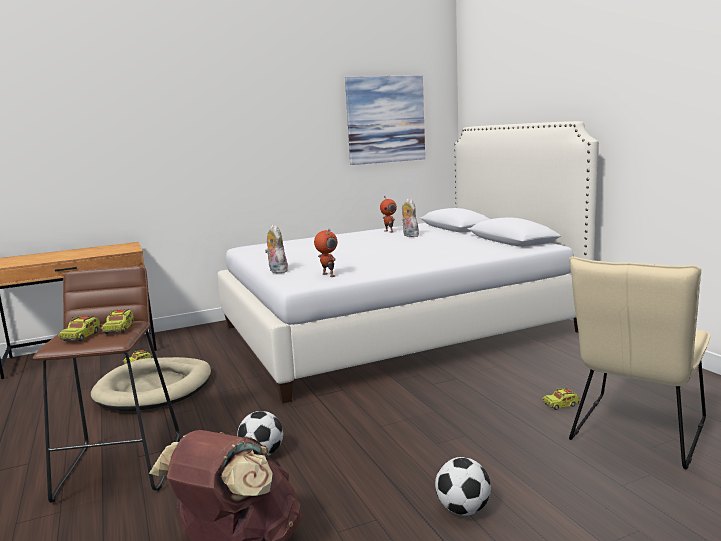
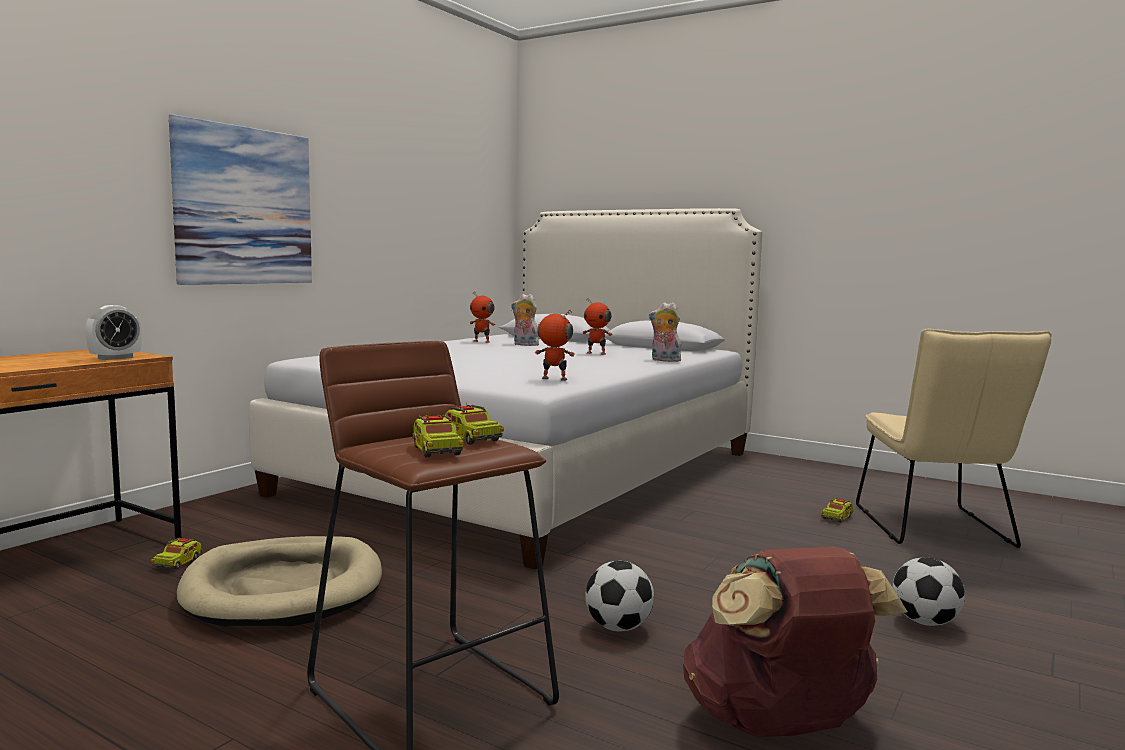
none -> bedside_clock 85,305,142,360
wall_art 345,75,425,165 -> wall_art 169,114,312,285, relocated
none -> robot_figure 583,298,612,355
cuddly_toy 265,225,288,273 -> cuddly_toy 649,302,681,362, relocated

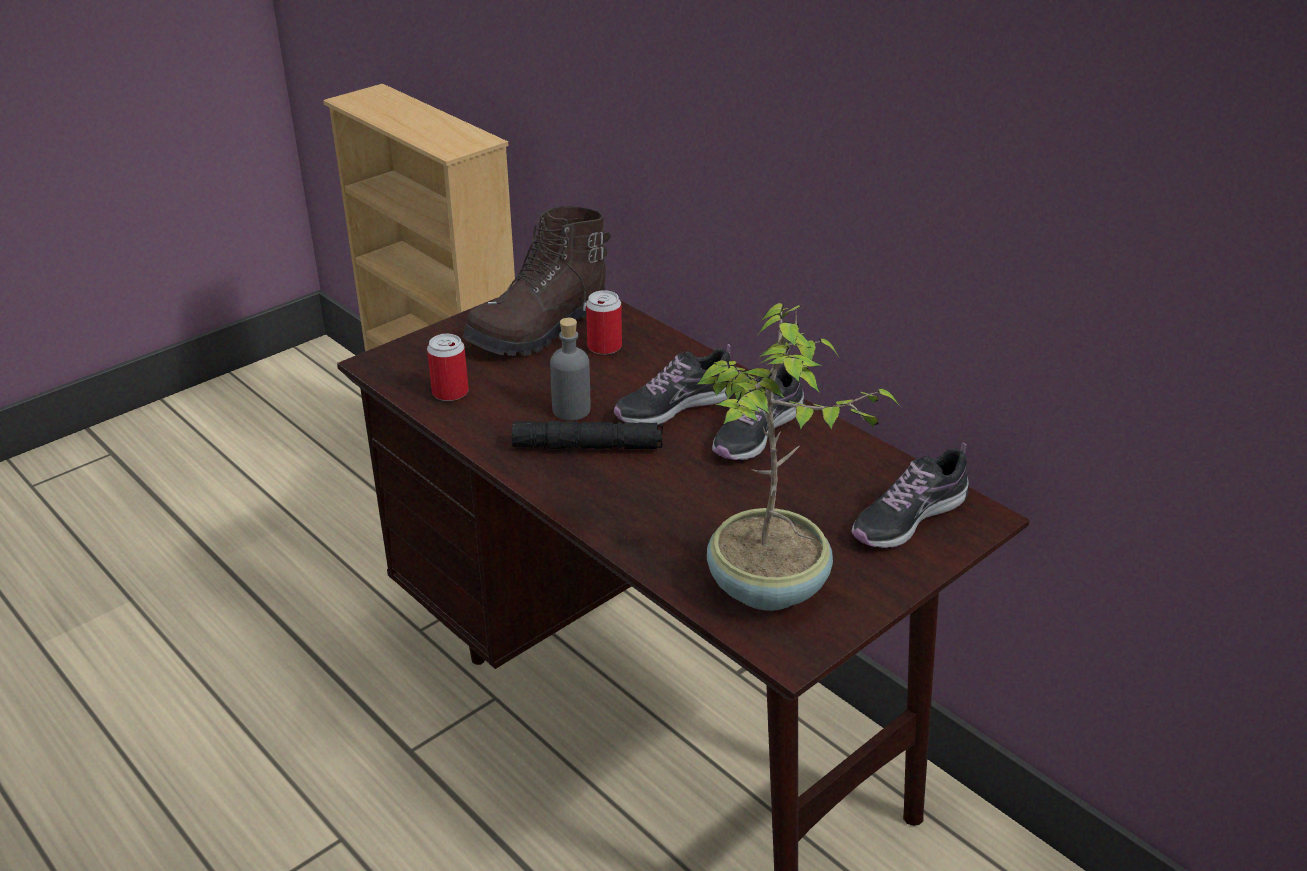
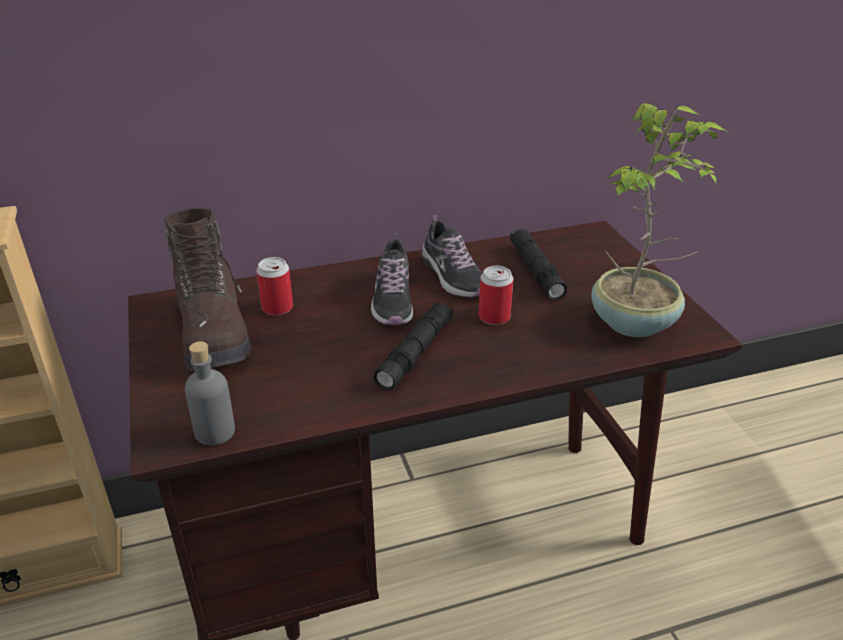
gray_drink_bottle 550,318,590,421 -> gray_drink_bottle 185,341,235,445, relocated
sealed_can 427,334,469,401 -> sealed_can 479,266,514,325, relocated
none -> blackish_hand_torch 510,229,567,300
low_shoe 851,442,969,548 -> none

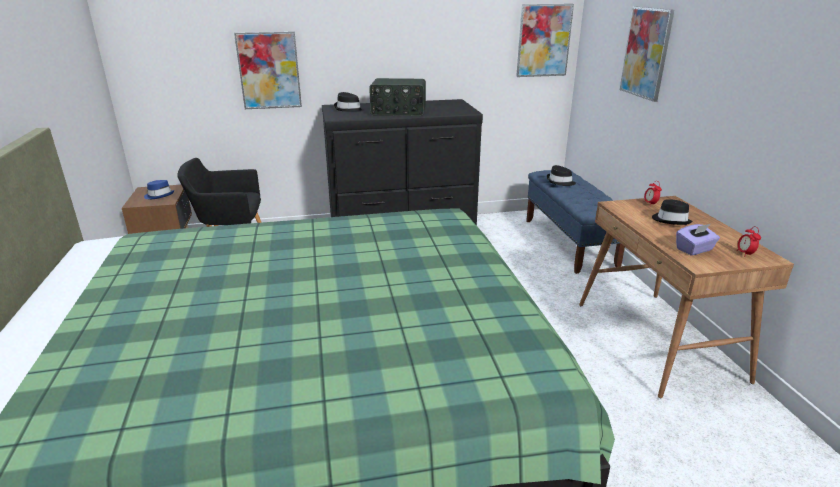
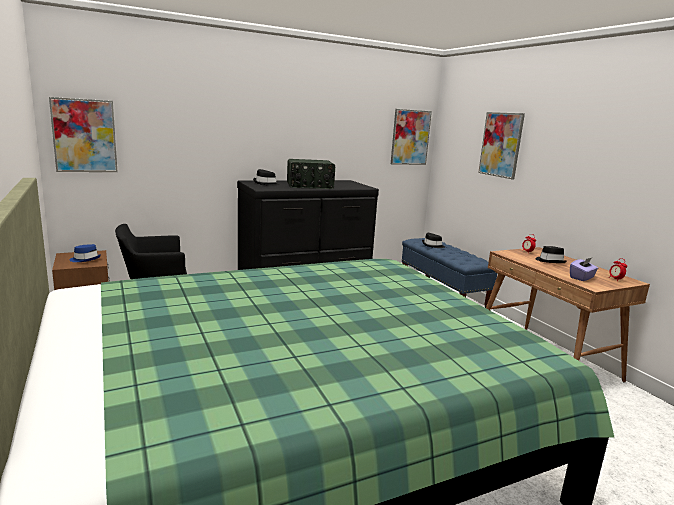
wall_art 234,31,302,109 -> wall_art 49,97,118,172, relocated

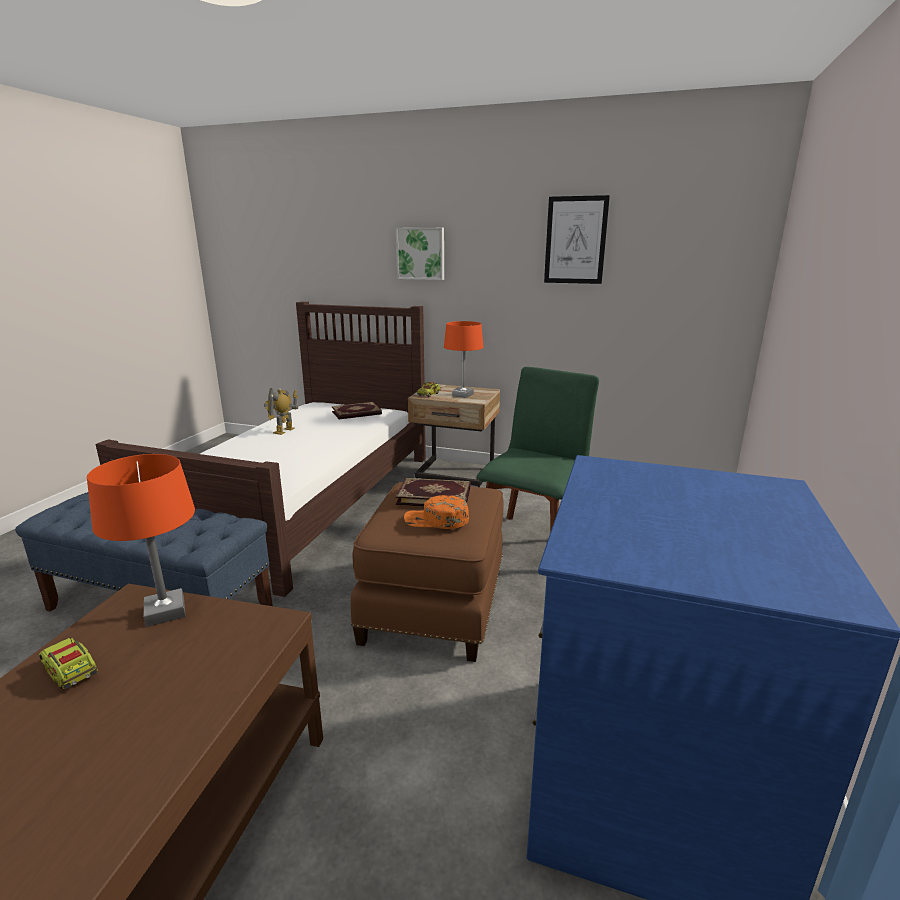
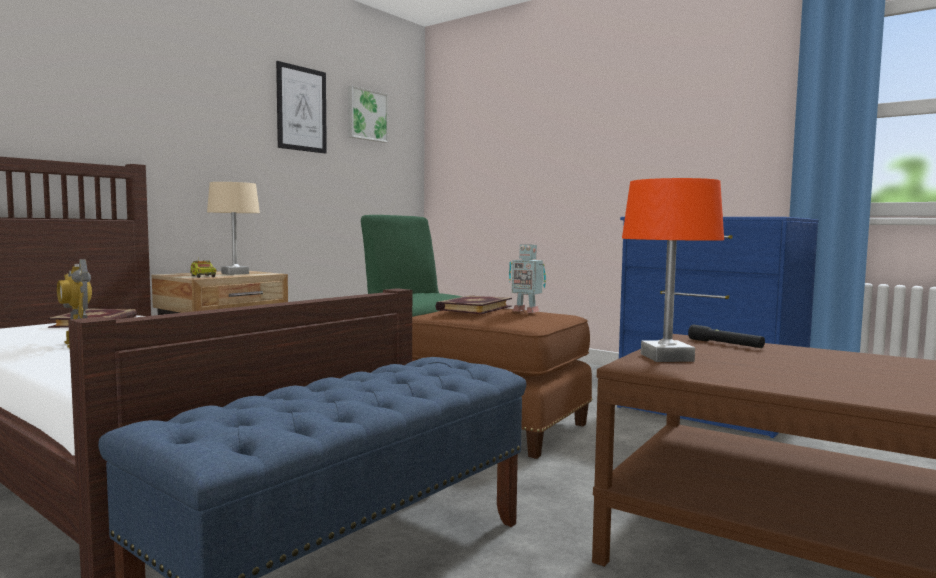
orangey_lamp_for_a_table 444,321,483,398 -> beige_lamp_for_a_table 207,182,260,275
wall_art 396,227,444,280 -> wall_art 348,86,388,143, relocated
orangey_peaked_cap 404,495,469,529 -> robot_figure 509,244,546,313
none -> blackish_hand_torch 688,324,765,348
toy_truck 39,637,98,690 -> none

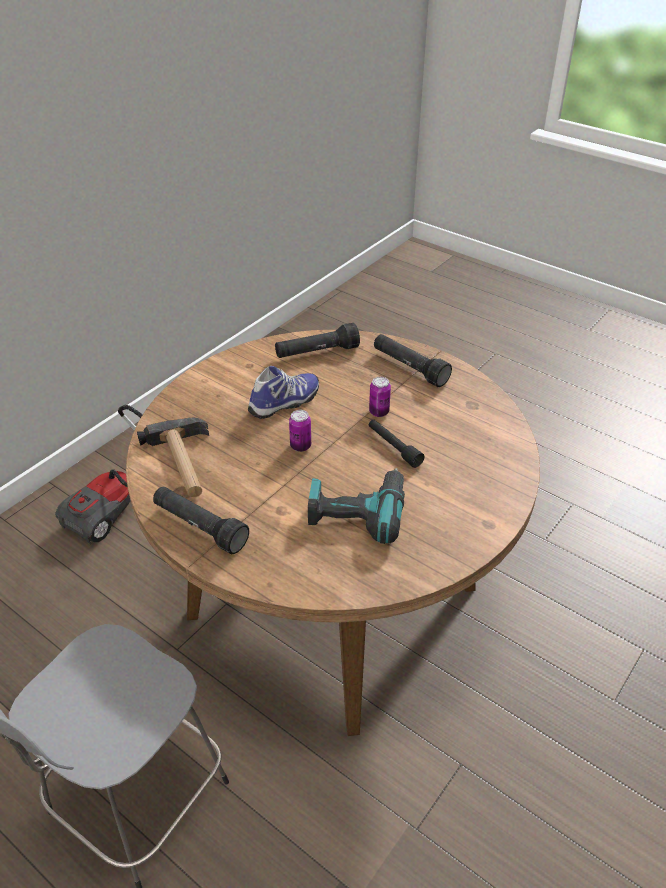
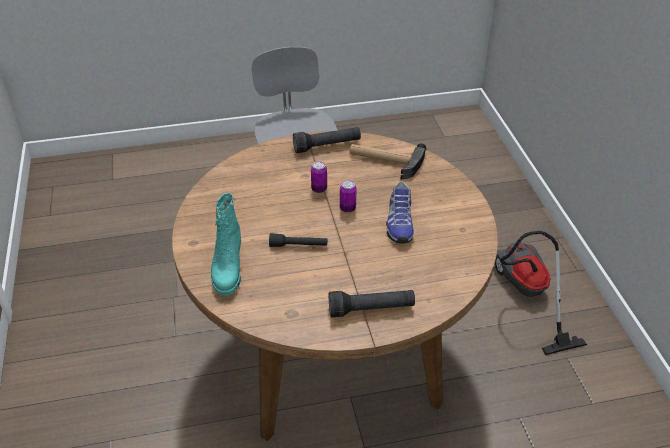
none -> turquoise-coloured_boot 211,193,241,296
sealed_can 369,377,391,417 -> sealed_can 311,161,327,193, relocated
blackish_hand_torch 275,323,360,358 -> none
drill 308,468,405,544 -> none

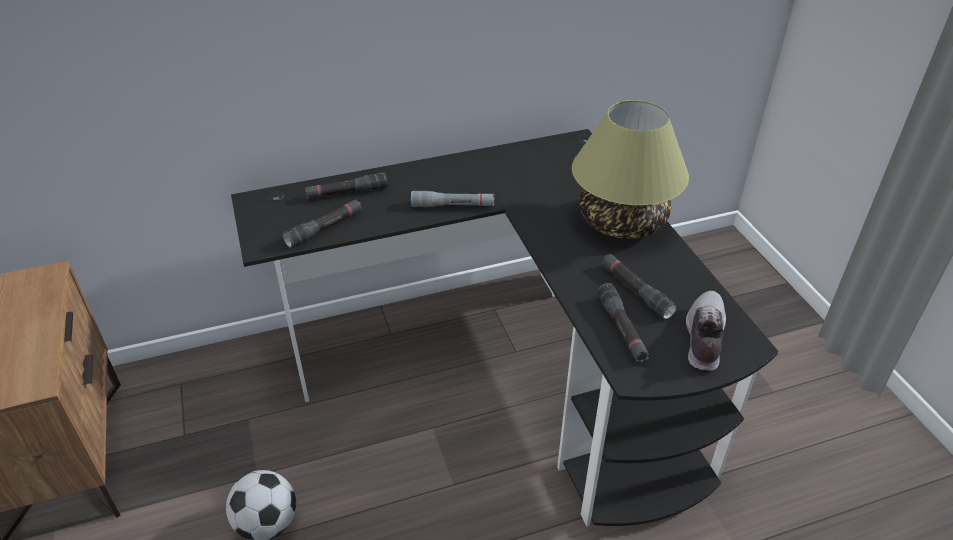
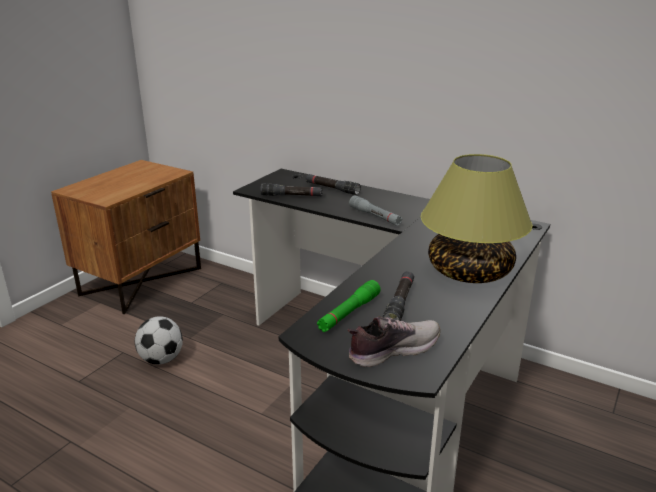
blackish_hand_torch 597,283,650,363 -> green_hand_torch 317,280,381,332

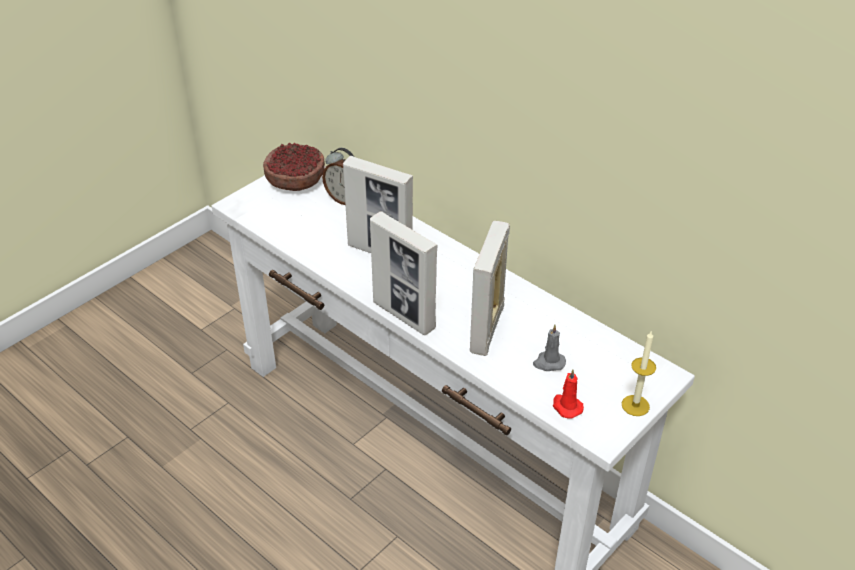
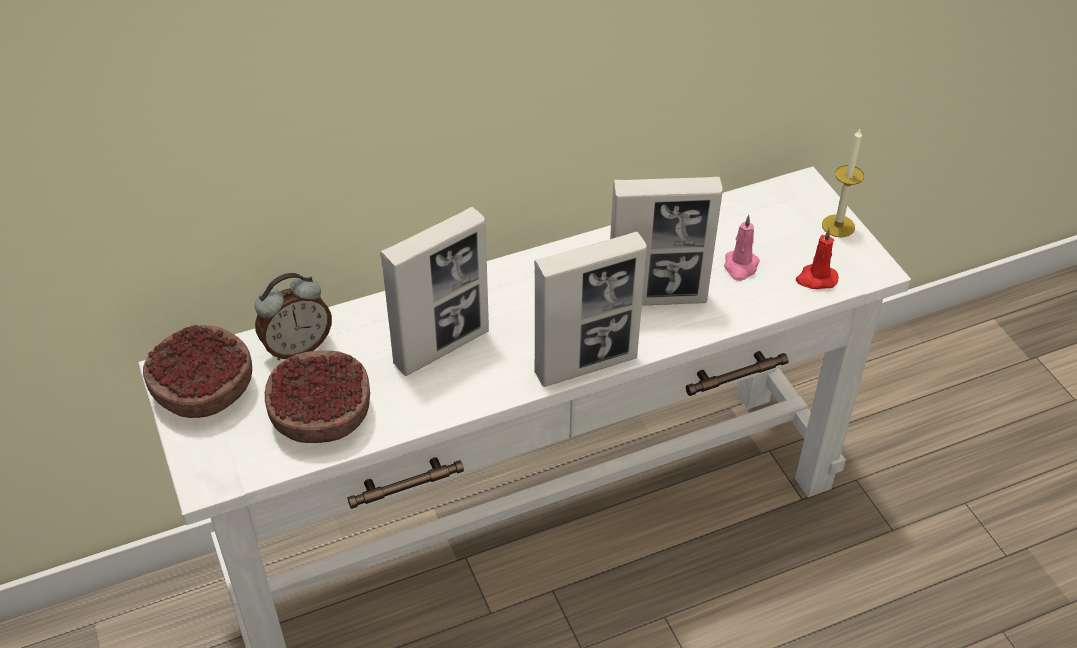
none -> deep_dish 265,350,370,443
picture_frame 470,221,510,356 -> picture_frame 610,177,723,306, 45 degrees counterclockwise
gray_candle 533,325,566,371 -> pinkish_candle 724,215,760,281

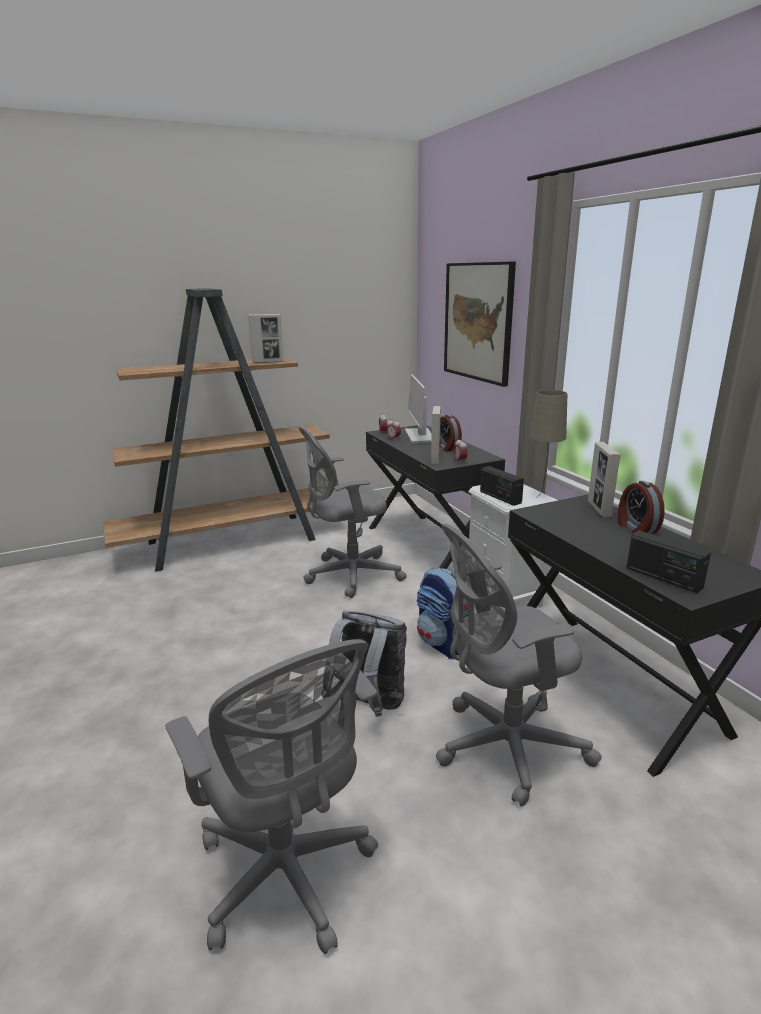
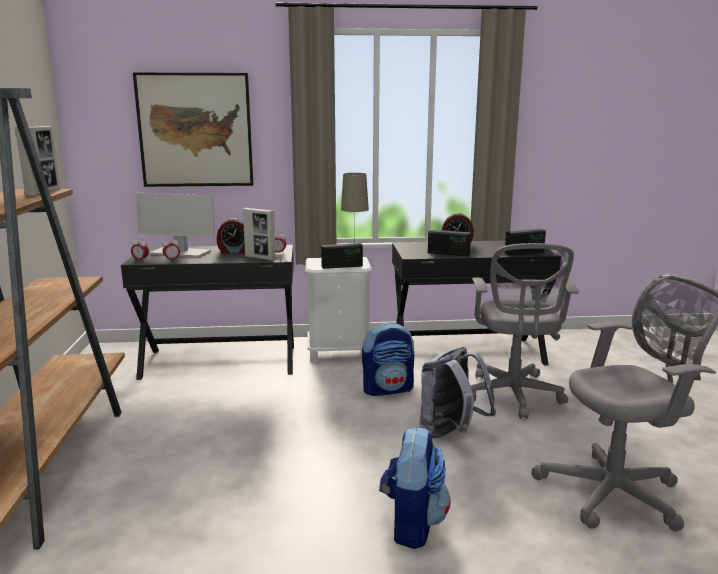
none -> rucksack 379,427,451,549
none -> radio_set 428,230,471,256
gray_computer_chair 299,426,407,598 -> none
picture_frame 588,442,621,517 -> none

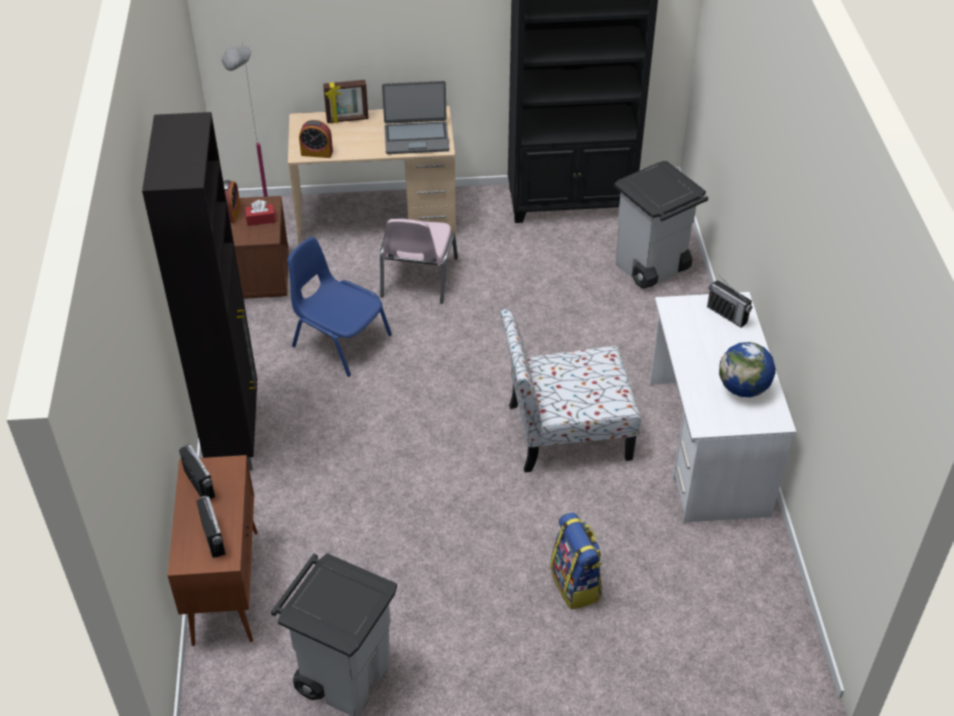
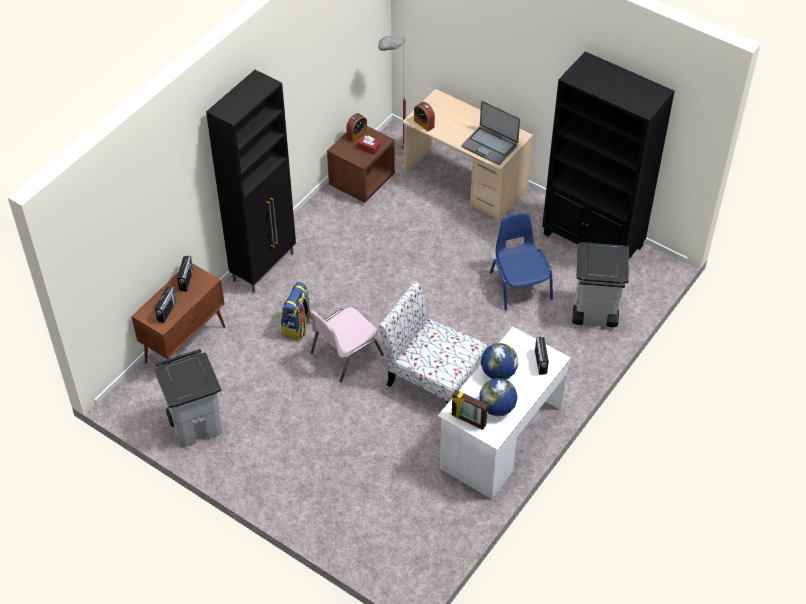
rucksack 551,512,602,610 -> rucksack 281,282,312,341, relocated
pinkish_chair 380,218,458,304 -> pinkish_chair 311,307,384,382, relocated
picture_frame 323,80,369,123 -> picture_frame 452,390,488,430, relocated
none -> desk_globe 481,343,518,379
blue_chair 287,237,392,377 -> blue_chair 490,213,553,311, relocated

